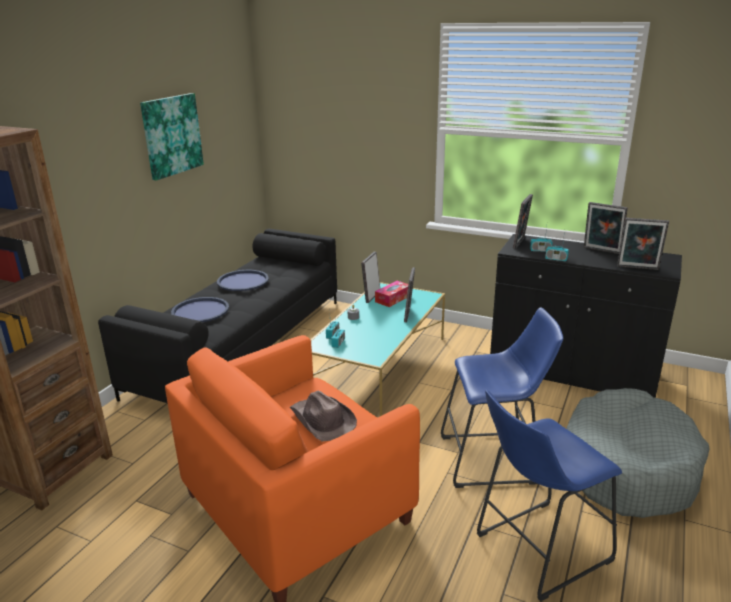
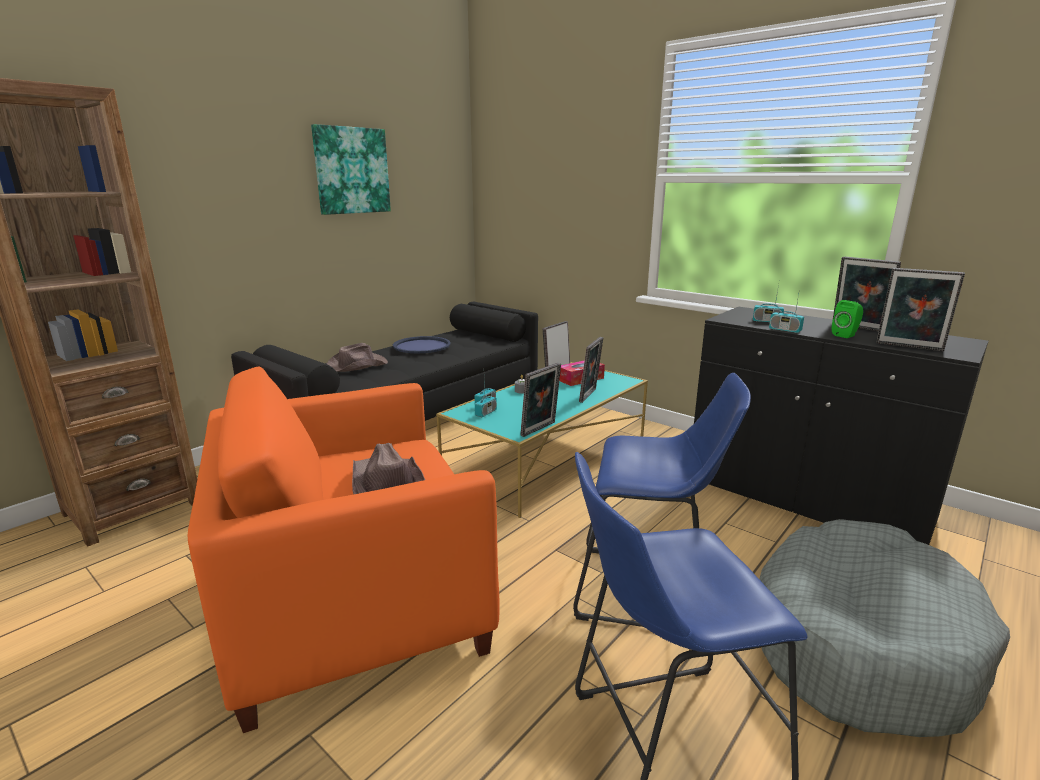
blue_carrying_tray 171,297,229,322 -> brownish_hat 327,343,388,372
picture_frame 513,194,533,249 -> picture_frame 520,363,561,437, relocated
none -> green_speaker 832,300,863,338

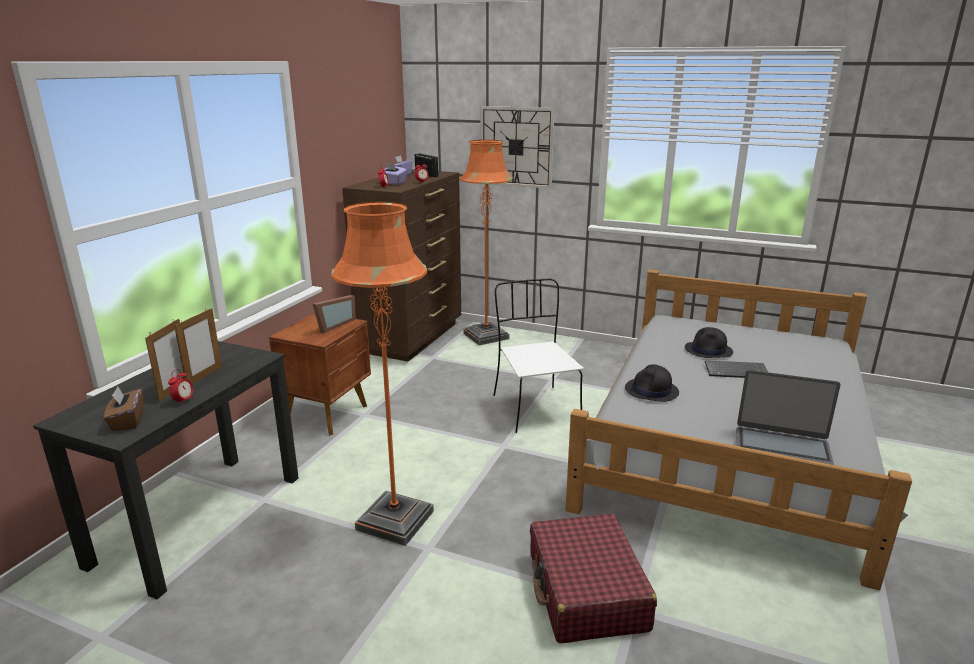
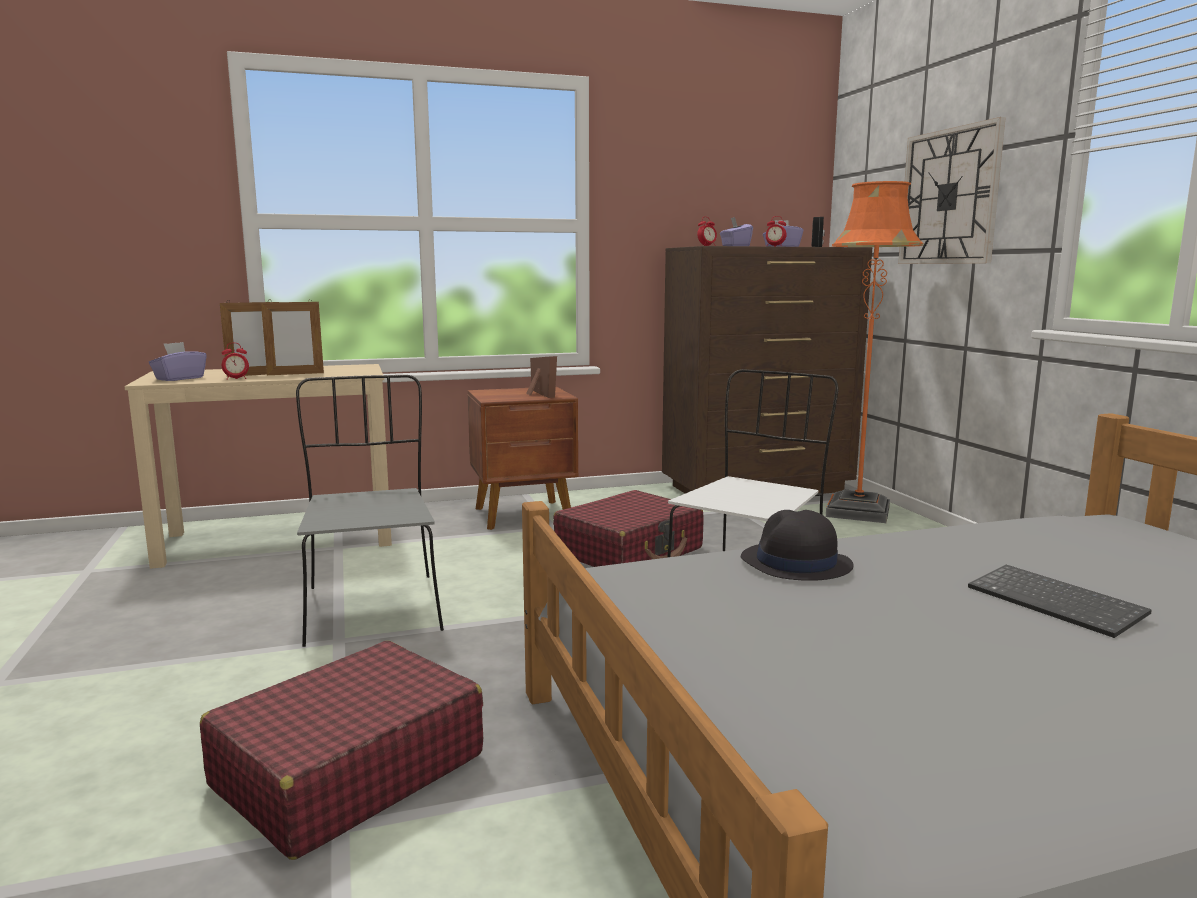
blackish_desk 33,341,299,599 -> beige_desk 124,364,392,569
brownish_tissue_box 103,386,144,431 -> purple_tissue_box 149,342,207,381
orangey_floor_lamp 331,201,434,546 -> gray_chair 296,375,444,647
picture_frame 312,295,356,333 -> picture_frame 526,356,557,398, 105 degrees counterclockwise
none -> reddish_travel_case 553,490,704,567
blackish_hat 685,327,733,358 -> none
portable_computer 736,370,840,465 -> none

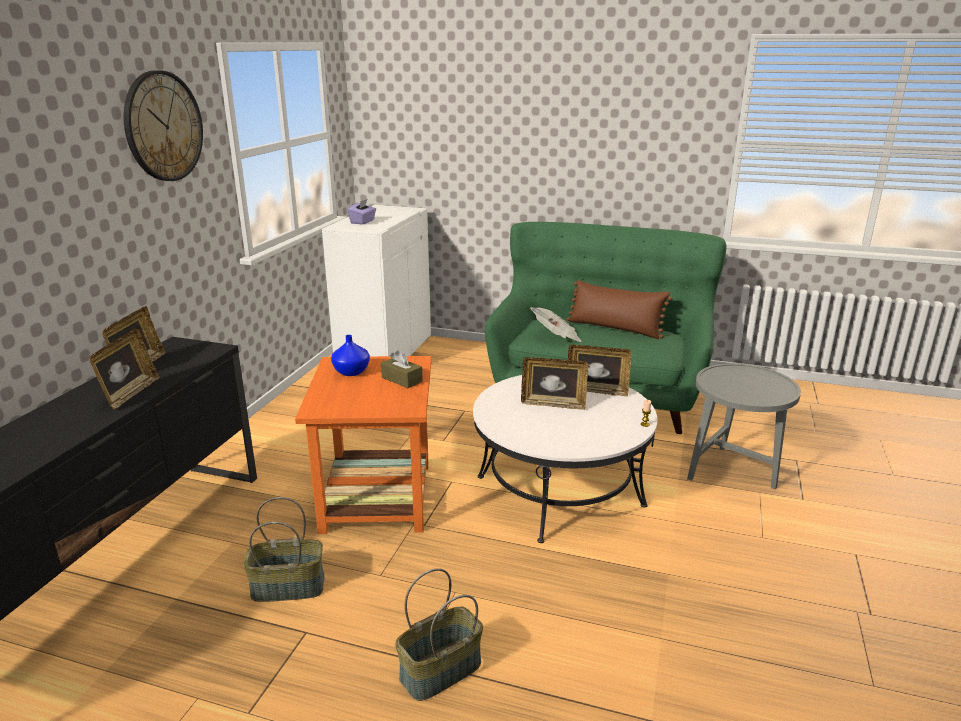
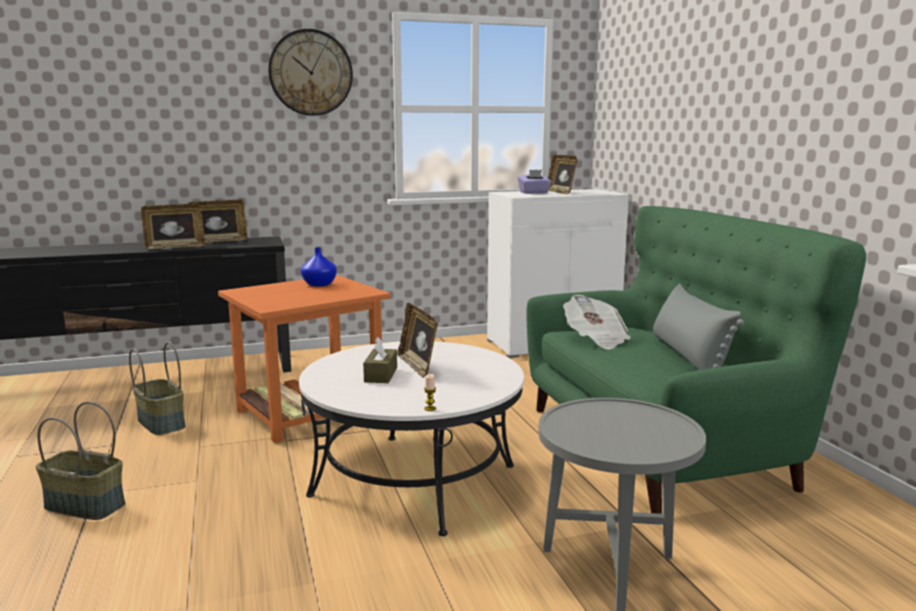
brownish_tissue_box 381,350,423,388 -> brownish_tissue_box 363,337,397,383, relocated
picture_frame 568,345,632,396 -> picture_frame 548,155,578,194, relocated
brownish_throw_pillow 566,280,673,339 -> gray_throw_pillow 653,283,744,370

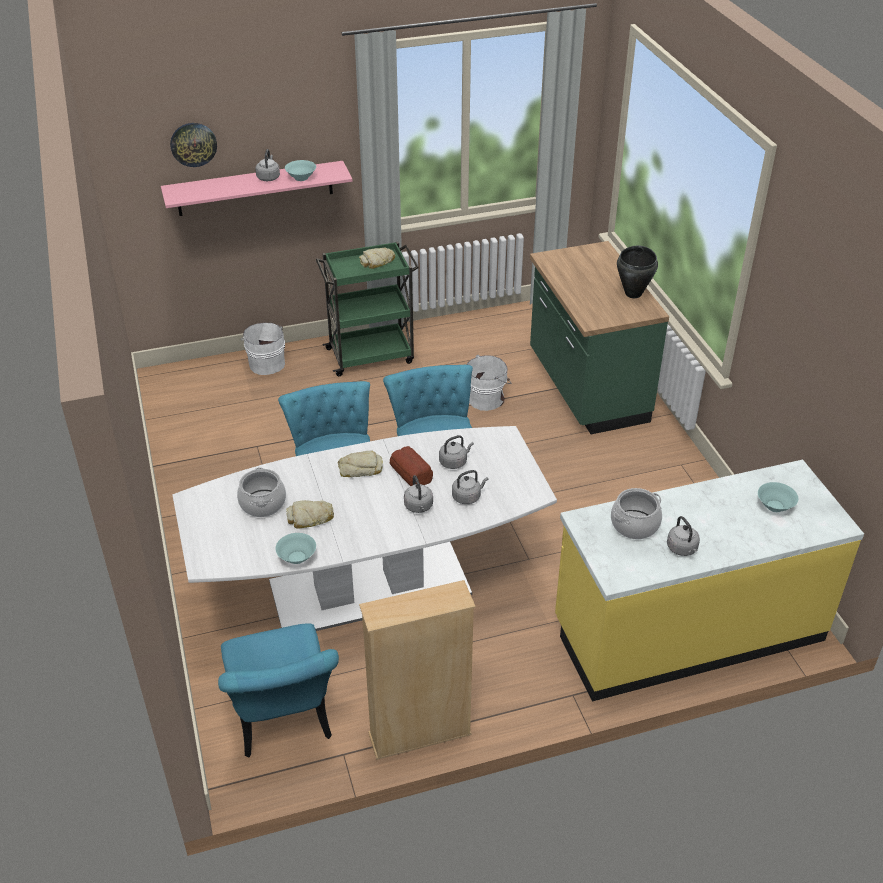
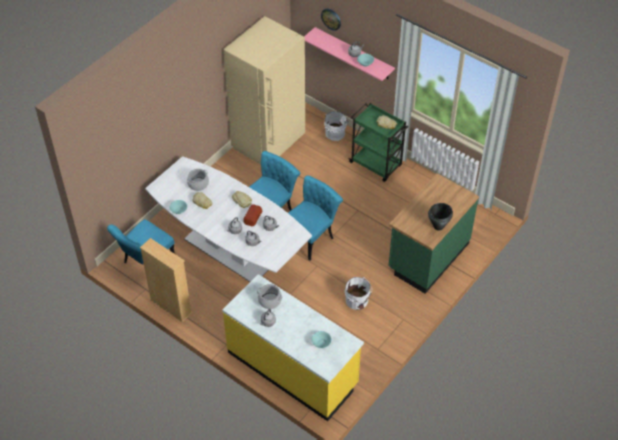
none -> beige_fridge 223,16,305,165
white-coloured_pail 467,355,511,411 -> white-coloured_pail 345,277,372,310, relocated

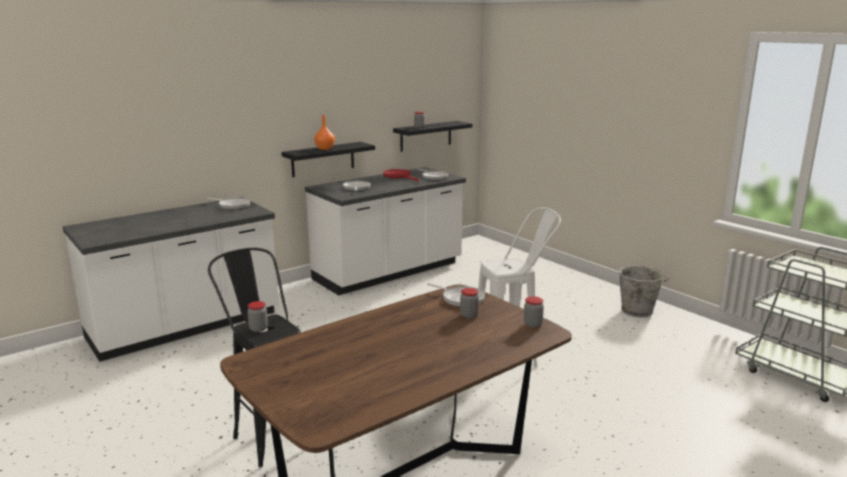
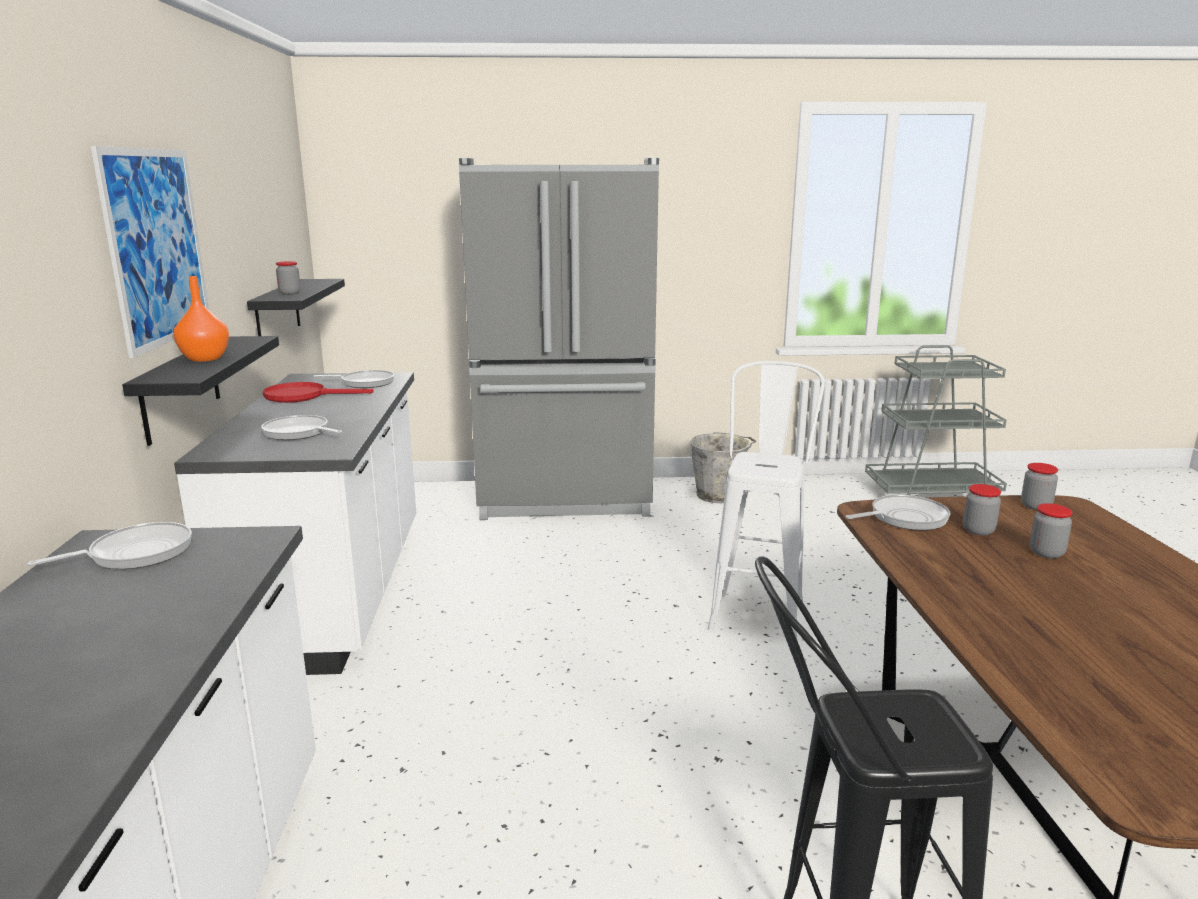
none -> wall_art 91,146,209,358
none -> gray_fridge 459,158,659,520
jar 247,301,268,332 -> jar 1030,503,1073,558, relocated

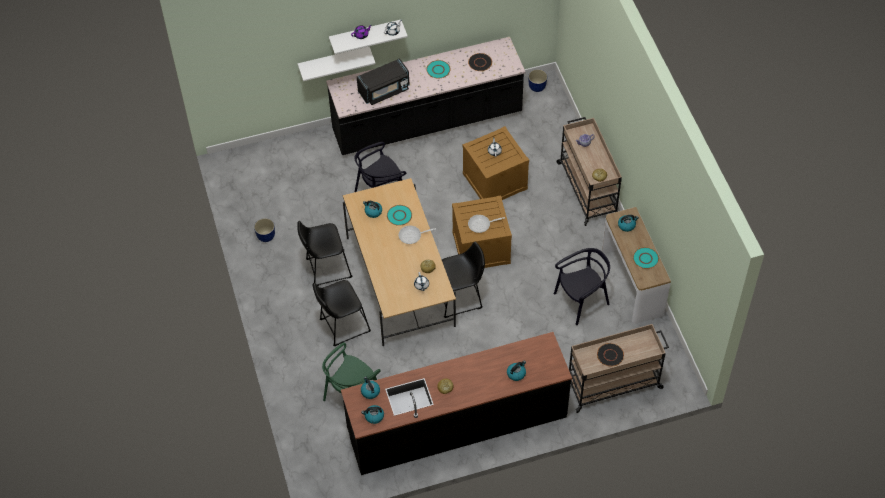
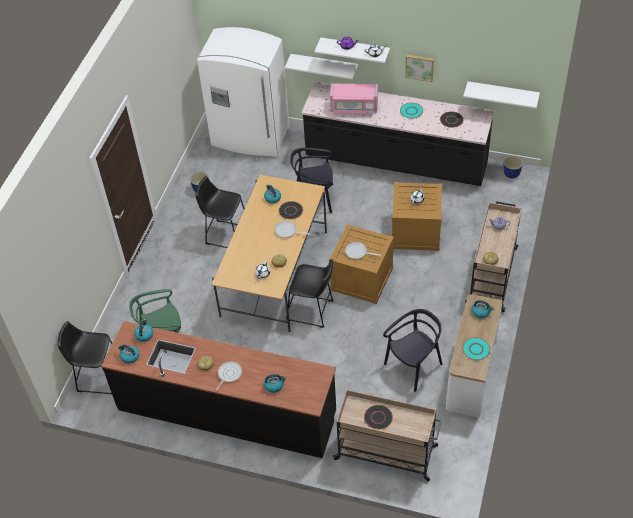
blackish_stool_seat 313,280,371,346 -> blackish_stool_seat 58,321,112,395, relocated
none -> white-coloured_fridge 197,27,290,156
none -> skillet 216,361,242,391
turquoise-coloured_plate 387,205,412,226 -> blackish_plate 279,201,303,220
blackish_microwave 357,58,410,105 -> pinkish_microwave 330,83,378,115
blackish_chair 554,248,610,325 -> blackish_chair 383,309,443,392, 45 degrees counterclockwise
none -> wall_art 405,55,434,82
none -> white-coloured_shelf 463,81,540,109

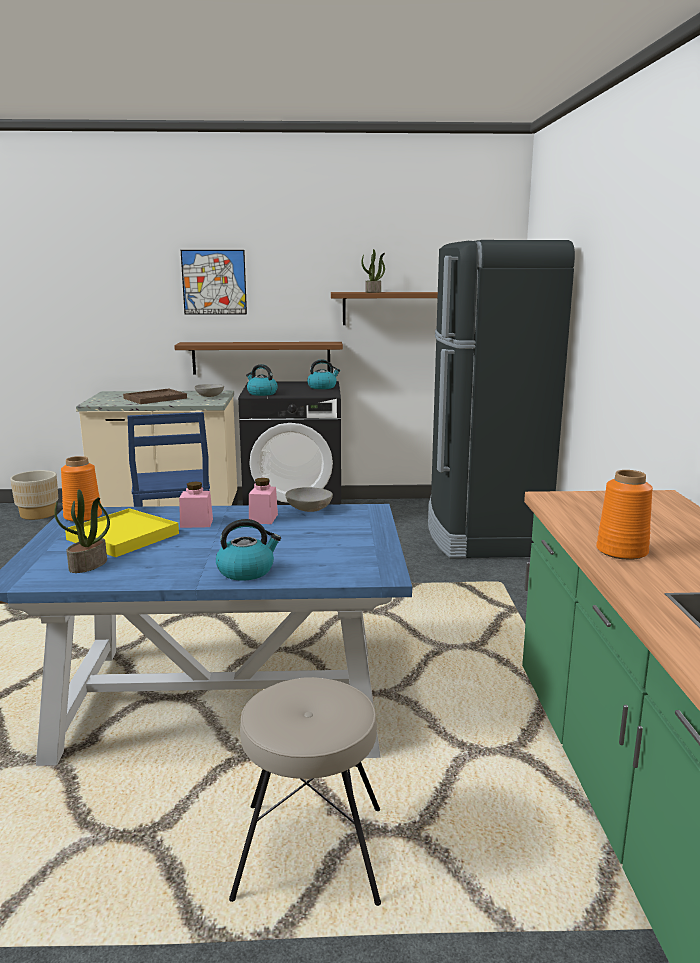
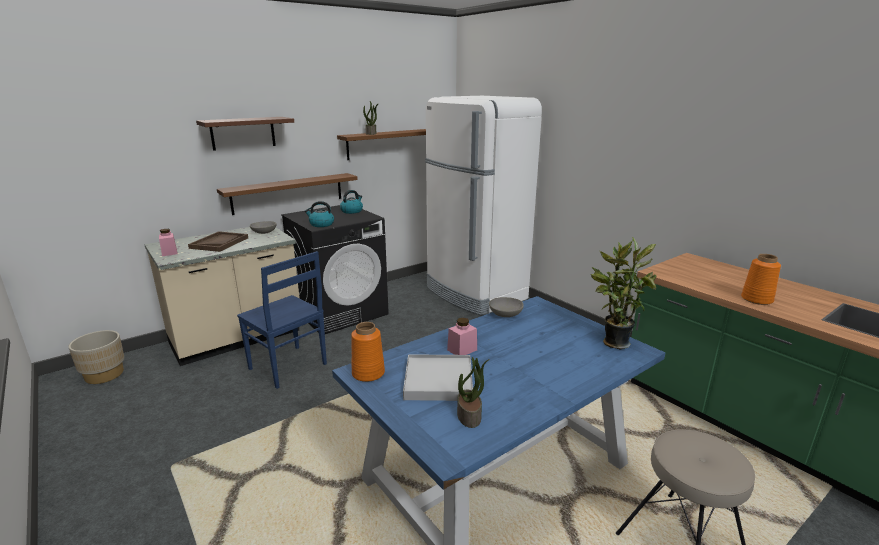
pinkish_jar 249,478,278,524 -> pinkish_jar 159,229,177,256, relocated
wall_art 181,250,247,315 -> brownish_shelf 196,117,294,151
yellow_carrying_tray 65,508,179,557 -> white-coloured_carrying_tray 403,354,473,401
blackish_fridge 428,240,575,558 -> white-coloured_fridge 425,96,542,316
none -> plant_in_a_pot 591,236,657,349
tea_kettle 216,519,281,581 -> none

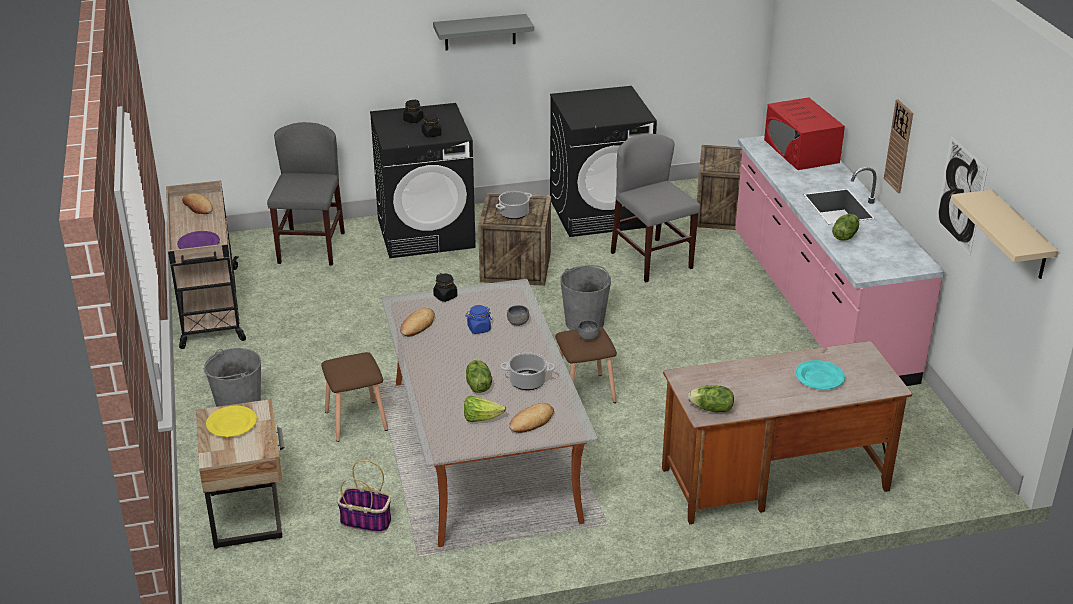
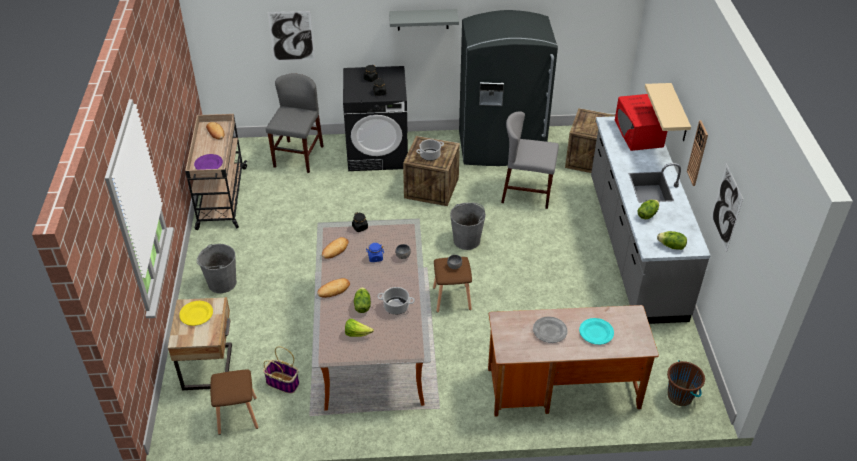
brownish_stool_seat 321,352,388,442 -> brownish_stool_seat 210,369,258,435, relocated
none -> wall_art 268,11,315,61
bakery_bread 509,403,554,433 -> bakery_bread 317,278,350,298, relocated
blackish_laundry_appliance 550,86,657,237 -> gray_fridge 459,10,558,166
gray_chair 611,134,700,282 -> gray_chair 501,111,559,209, 60 degrees counterclockwise
none -> gray_plate 533,317,567,343
pinkish_counter 735,136,944,386 -> gray_counter 591,116,711,324
beige_shelf 951,190,1058,279 -> beige_shelf 645,83,691,141, relocated
lettuce_head 688,385,734,413 -> lettuce_head 657,231,687,250, relocated
none -> brownish_pail 667,360,705,406

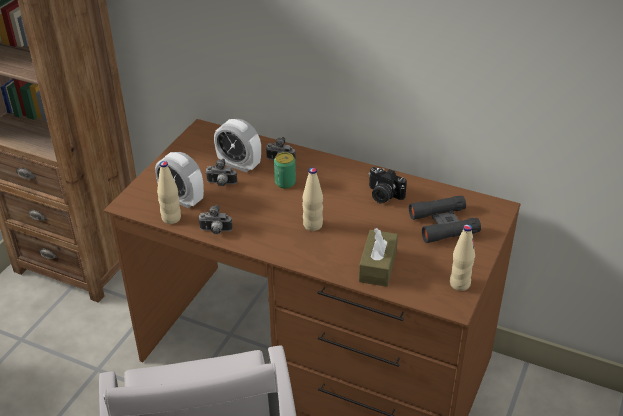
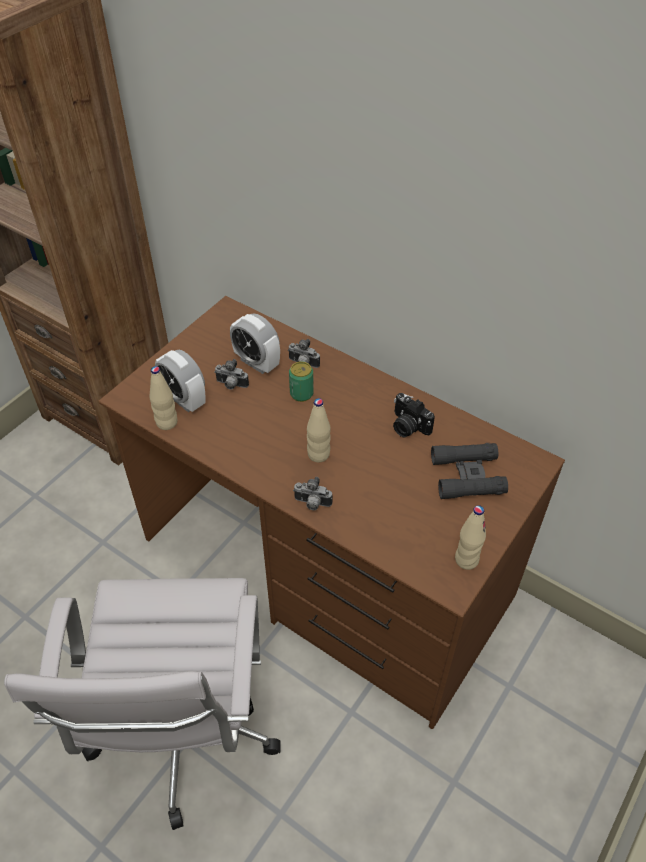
photo_camera 198,205,233,234 -> photo_camera 293,477,333,510, relocated
brownish_tissue_box 359,228,398,287 -> none

